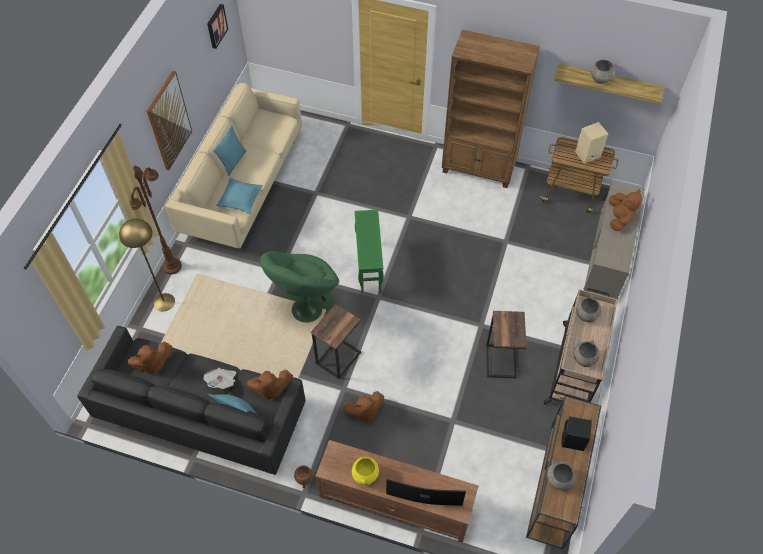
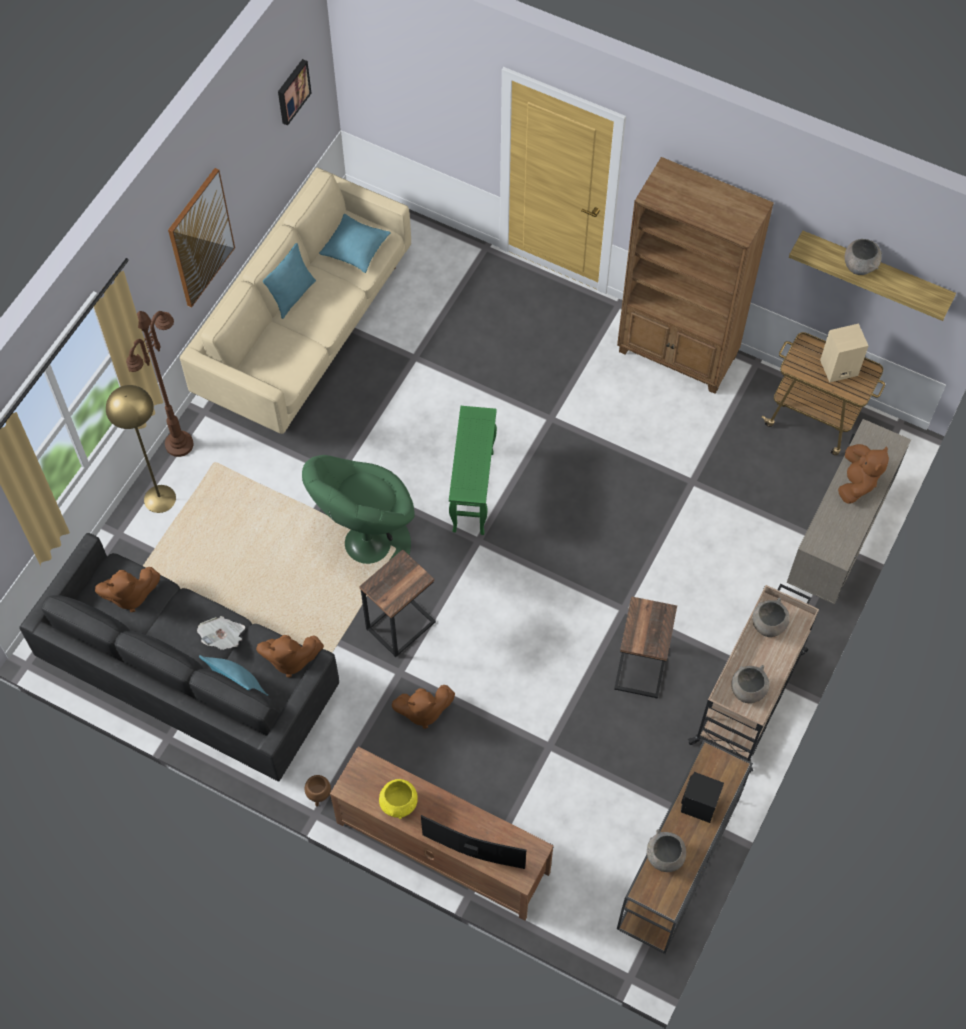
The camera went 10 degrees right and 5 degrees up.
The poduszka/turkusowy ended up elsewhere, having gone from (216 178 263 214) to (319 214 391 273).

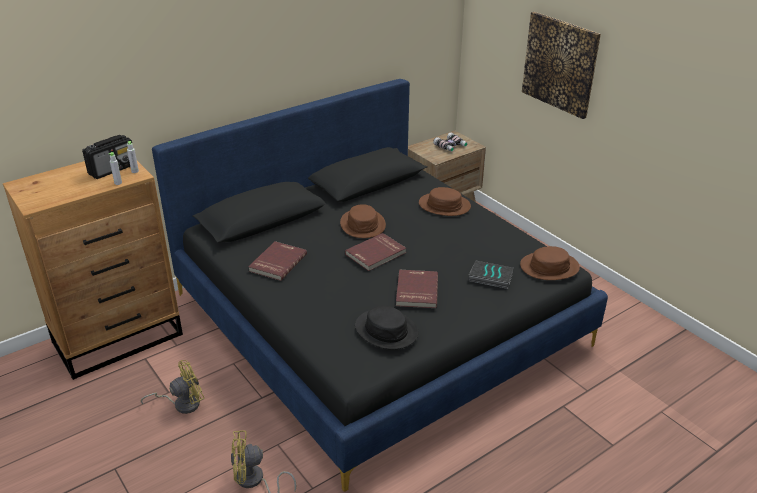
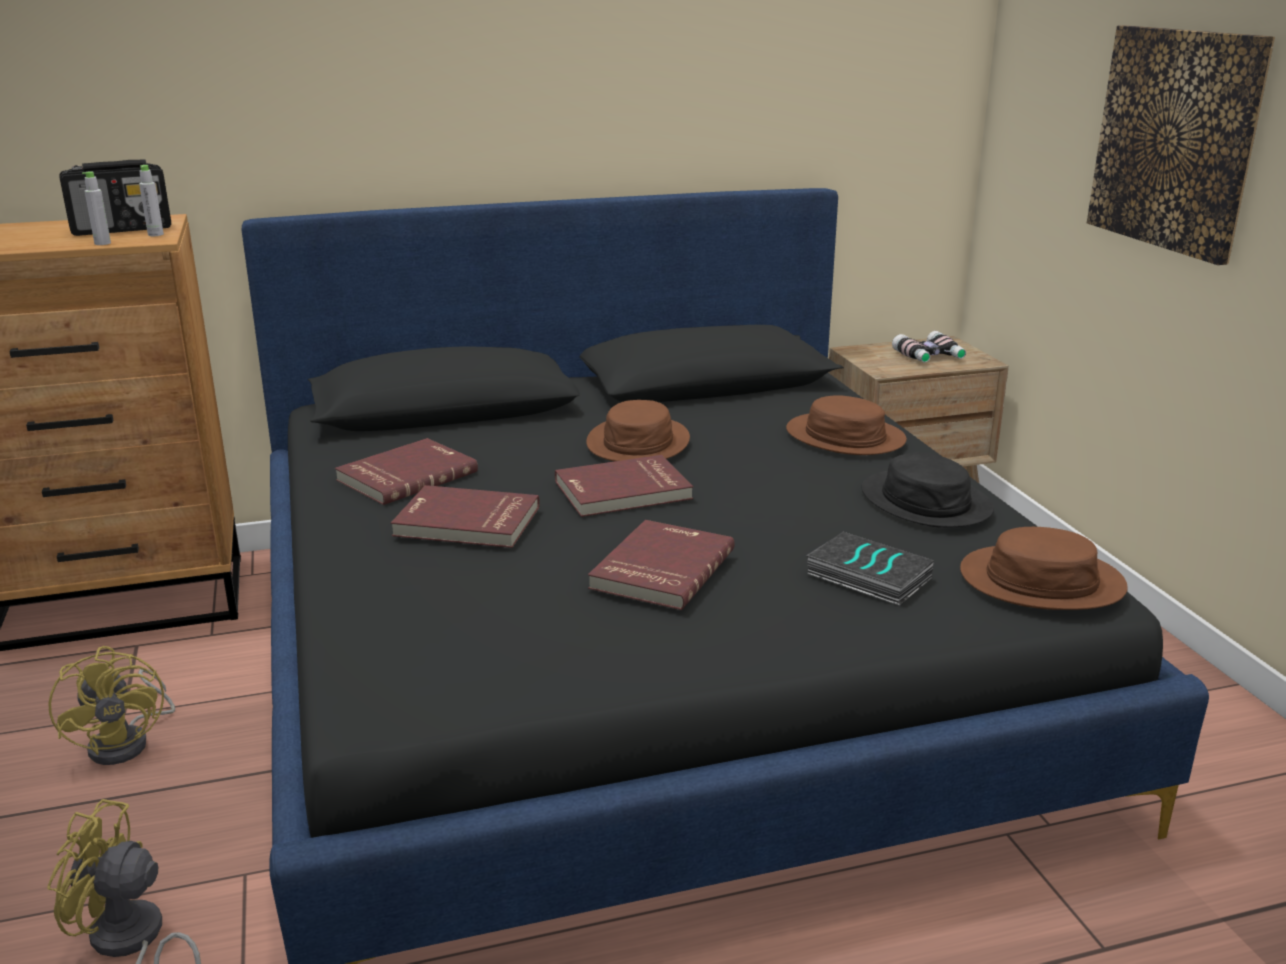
The camera went 20 degrees right and 10 degrees down.
The wentylator/żółty at (141 360 205 414) ended up facing another way, 75 degrees clockwise from before.
The second view gained the książka/czerwony at (391 485 540 548).
The kapelusz/czarny ended up elsewhere, having gone from (355 305 418 349) to (861 452 994 528).

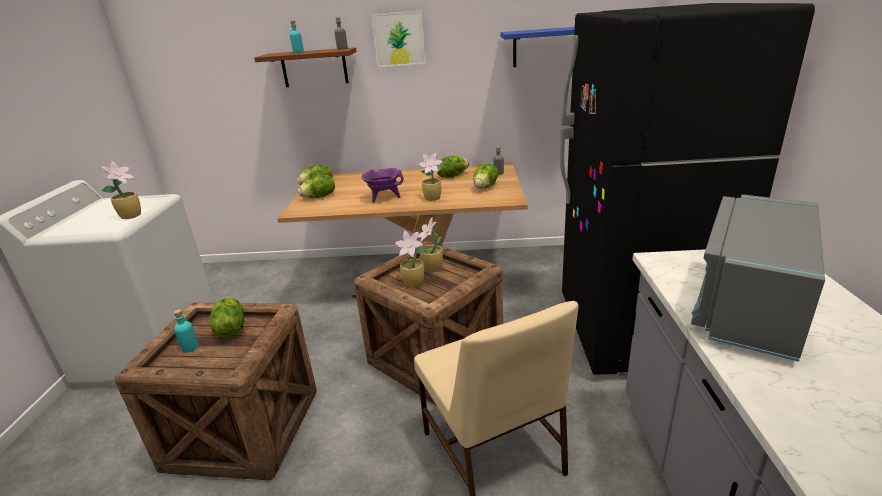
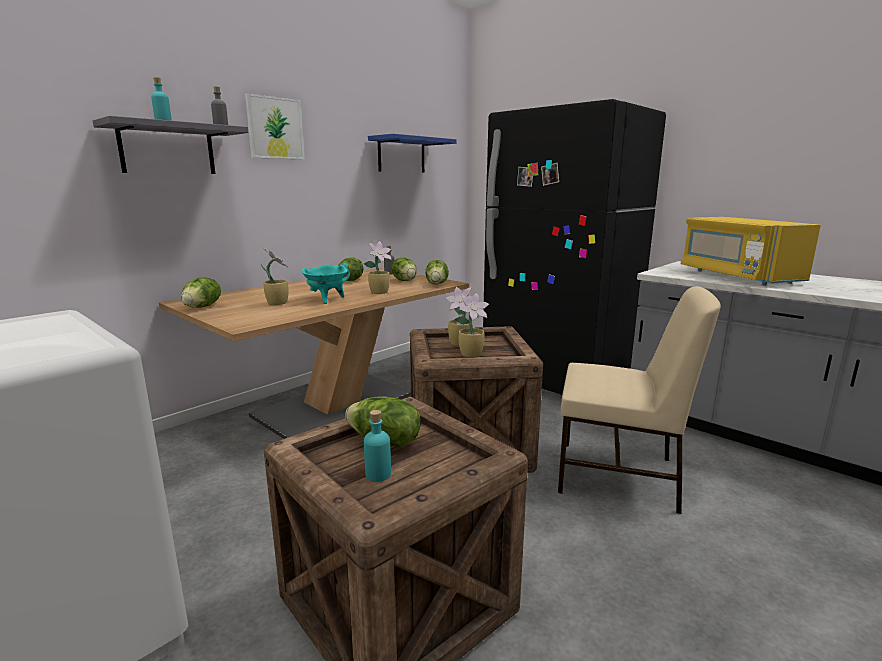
The camera went 50 degrees left and 10 degrees down.
What was the półka/brązowy at (254 47 357 87) turned into the półka/szary at (93 116 248 174).
The roślina doniczkowa ended up elsewhere, having gone from (101 161 141 219) to (260 248 289 305).
What was the garnek/fioletowy at (361 168 404 203) turned into the garnek/turkusowy at (301 263 350 304).
The sałata ended up elsewhere, having gone from (298 174 335 198) to (426 260 449 285).
What was the mikrofalówka/szary at (691 194 825 362) turned into the mikrofalówka/żółty at (681 217 821 286).

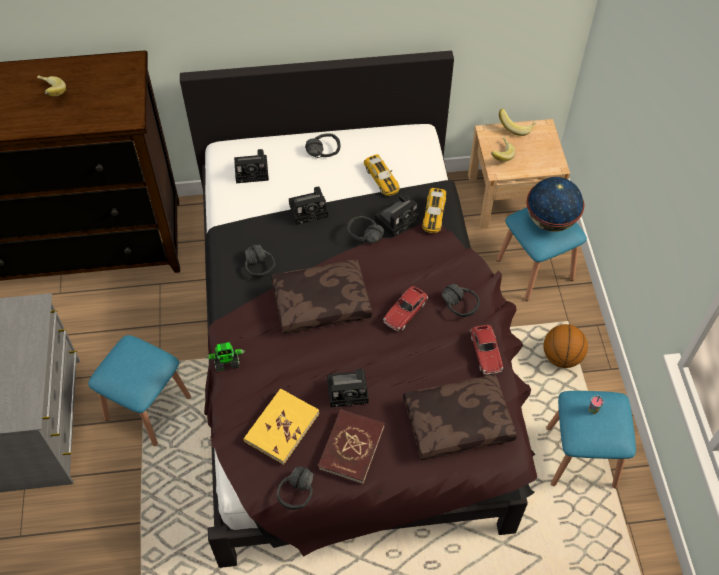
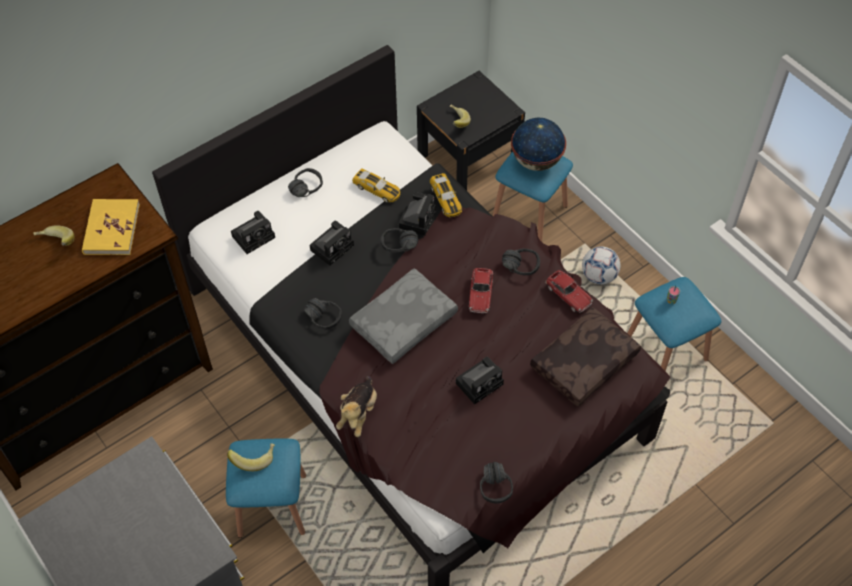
The camera went 30 degrees left and 0 degrees up.
The książka/żółty ended up elsewhere, having gone from (244 388 320 465) to (82 199 140 255).
The banan ended up elsewhere, having gone from (499 109 536 136) to (227 443 275 471).
Where the robot zabawkowy stood at (206 342 245 371), the pluszak came to stand at (336 376 377 437).
What was the poduszka/brązowy at (271 259 372 334) turned into the poduszka/szary at (349 268 458 364).
What was the szafka nocna/beżowy at (468 119 570 229) turned into the szafka nocna/czarny at (417 71 525 191).
Where the piłka do koszykówki stood at (543 324 588 368), the piłka futbolowa came to stand at (582 246 620 285).
The second view lost the książka/czerwony at (317 409 385 484).

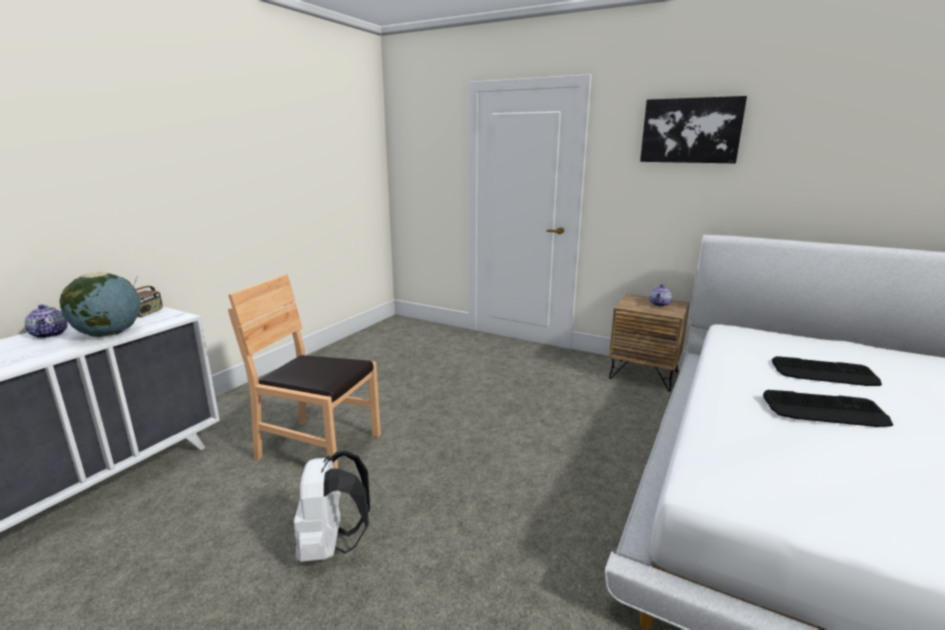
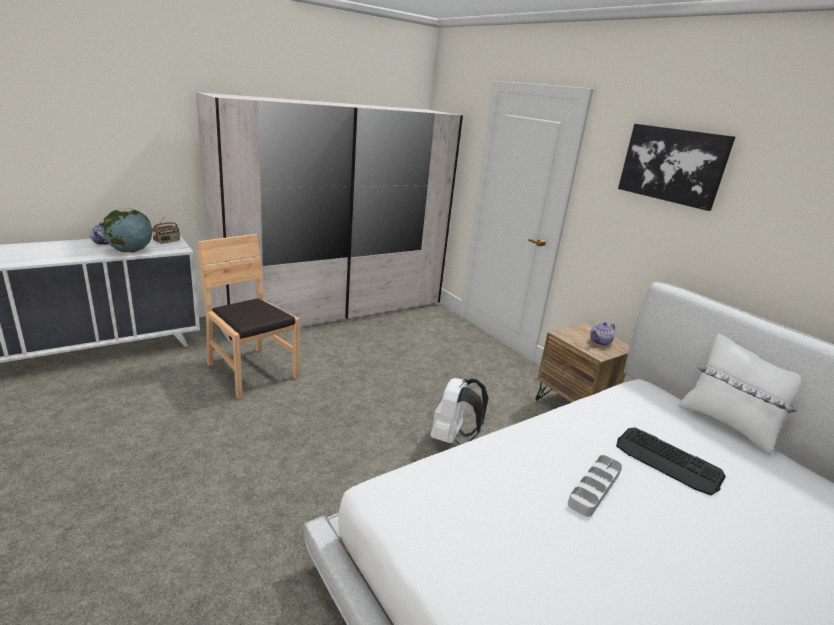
The camera went 25 degrees right and 5 degrees up.
The second view gained the szafa/biały at (196 92 463 342).
The plecak/biały ended up elsewhere, having gone from (293 450 370 562) to (430 378 488 445).
Where the klawiatura stood at (763 390 893 427), the taca/szary came to stand at (568 455 622 517).
The second view gained the poduszka/biały at (678 334 801 455).

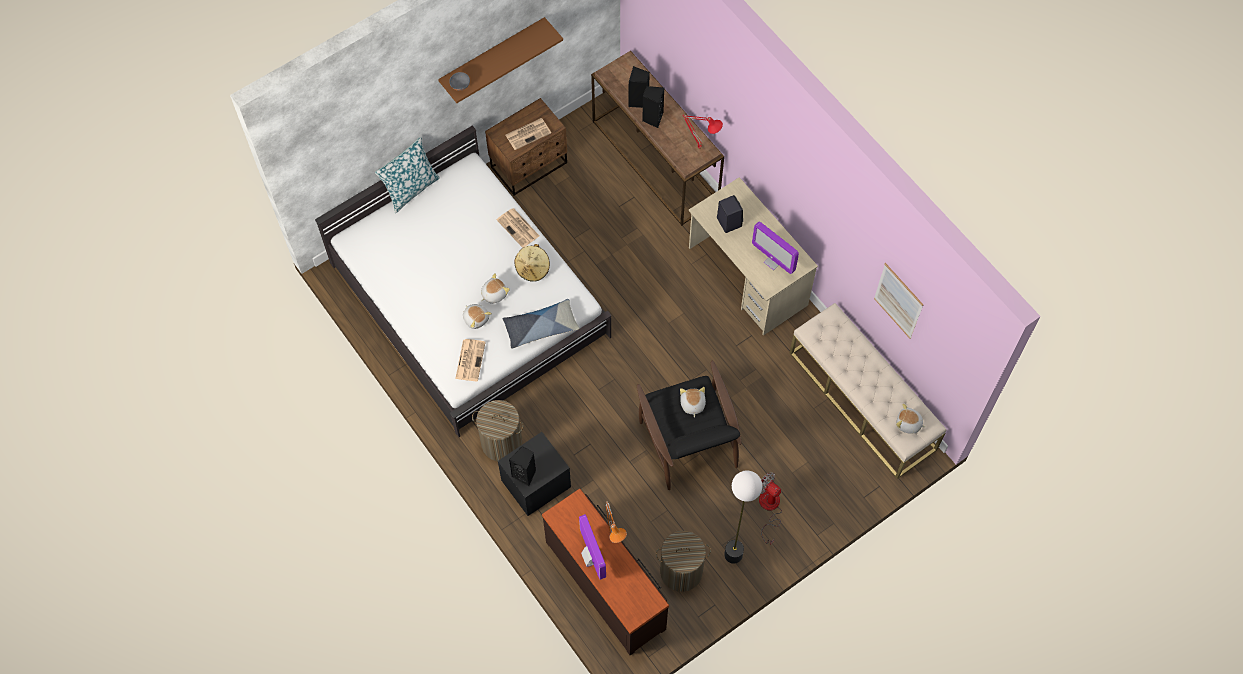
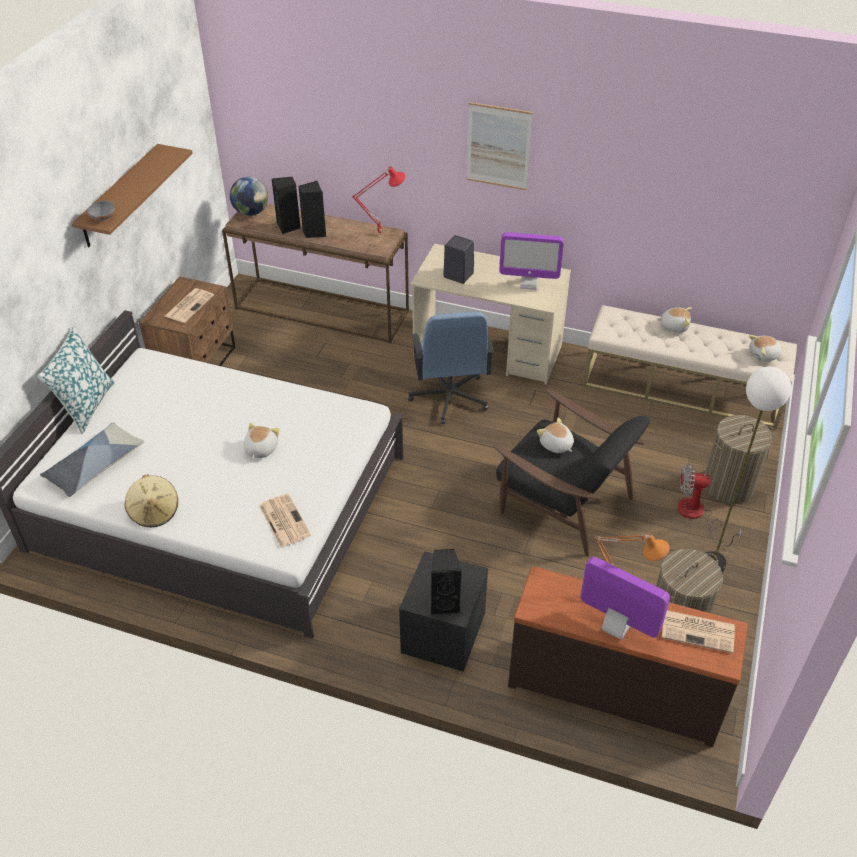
The camera went 35 degrees left and 20 degrees down.
The poduszka ended up elsewhere, having gone from (503 299 579 349) to (40 422 144 497).
The kapelusz/beżowy ended up elsewhere, having gone from (515 244 550 282) to (125 474 178 527).
The second view gained the globus at (230 177 268 216).
The second view gained the krzesło biurowe/niebieski at (408 312 494 425).
The obraz ended up elsewhere, having gone from (874 263 923 339) to (467 102 533 190).
The pluszak ended up elsewhere, having gone from (463 304 492 329) to (657 307 692 333).
The gazeta ended up elsewhere, having gone from (496 208 539 248) to (662 610 735 653).
The kosz na pranie ended up elsewhere, having gone from (472 400 524 461) to (705 415 774 504).

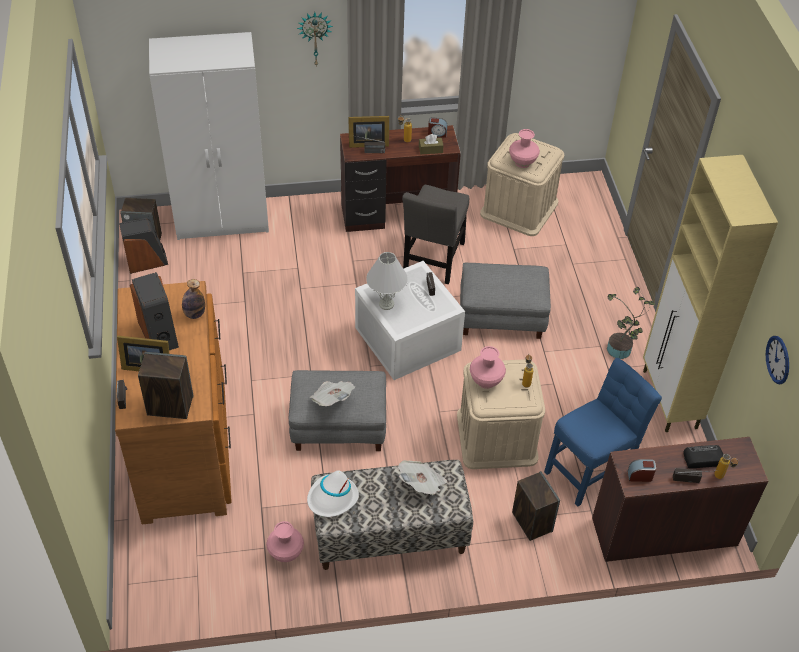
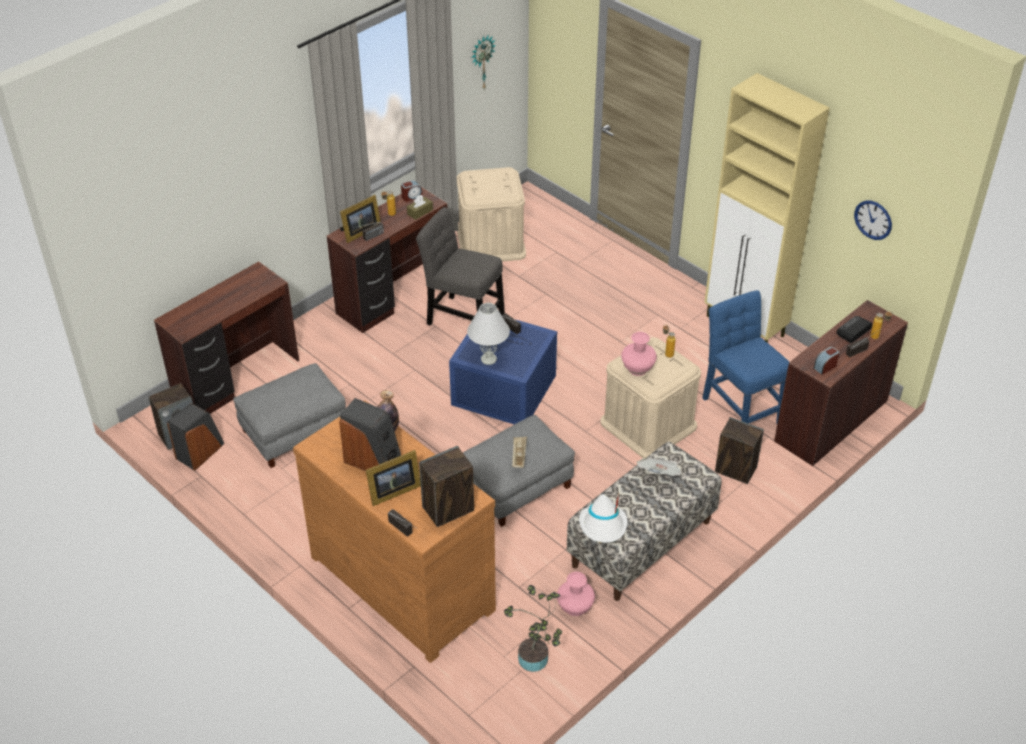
The camera went 35 degrees left and 5 degrees down.
Where the szafa/biały stood at (149 32 269 240), the biurko/brązowy came to stand at (154 261 299 414).
The pufa/szary ended up elsewhere, having gone from (460 263 551 339) to (233 363 346 468).
The krzesło/szary at (402 185 469 284) ended up facing another way, 135 degrees clockwise from before.
What was the pojemnik do przechowywania/biały at (355 261 465 380) turned into the pojemnik do przechowywania/niebieski at (449 320 557 424).
The zegar ścienny ended up elsewhere, having gone from (297 12 333 67) to (471 36 496 89).
The roślina doniczkowa ended up elsewhere, having gone from (607 287 656 359) to (504 585 562 672).
Where the gazeta stood at (310 381 355 406), the taca/beżowy came to stand at (512 436 527 468).
The krzesło/niebieski at (544 358 662 507) ended up facing another way, 45 degrees counterclockwise from before.
The second view lost the wazon/różowy at (509 129 540 168).

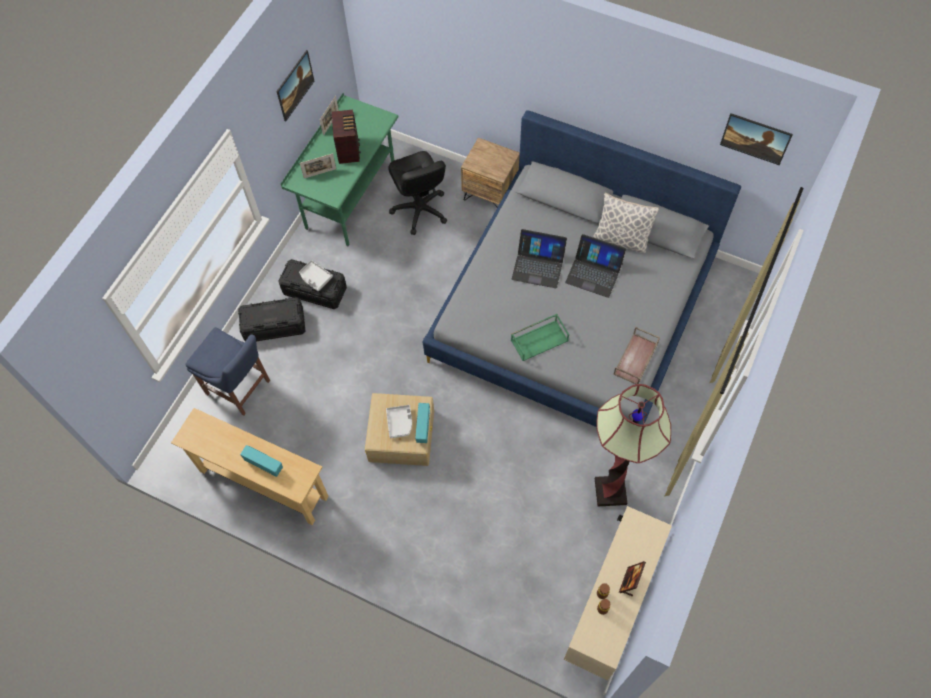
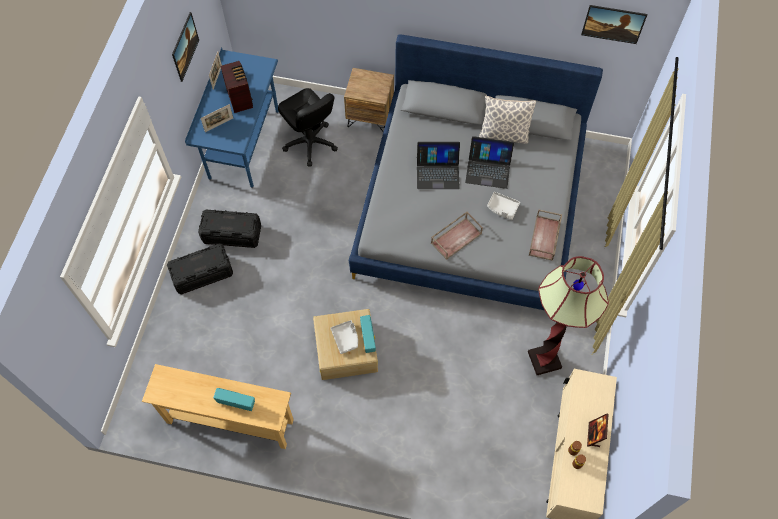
The camera went 15 degrees left and 0 degrees up.
What was the biurko/zielony at (281 92 399 246) turned into the biurko/niebieski at (185 47 279 188).
What was the taca/zielony at (511 314 569 361) turned into the taca/brązowy at (431 211 483 260).
The taca/szary ended up elsewhere, having gone from (299 260 333 291) to (487 192 520 220).
The second view lost the krzesło/niebieski at (186 327 270 416).

